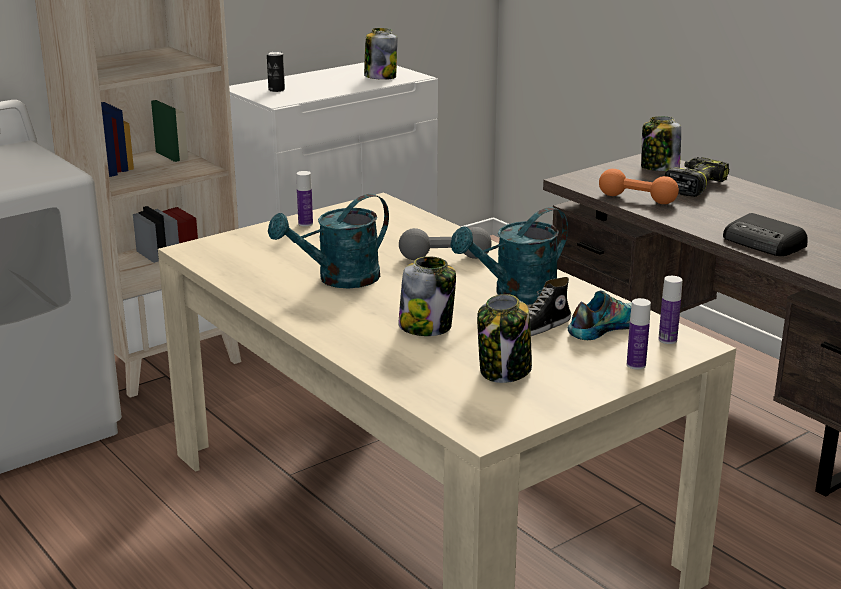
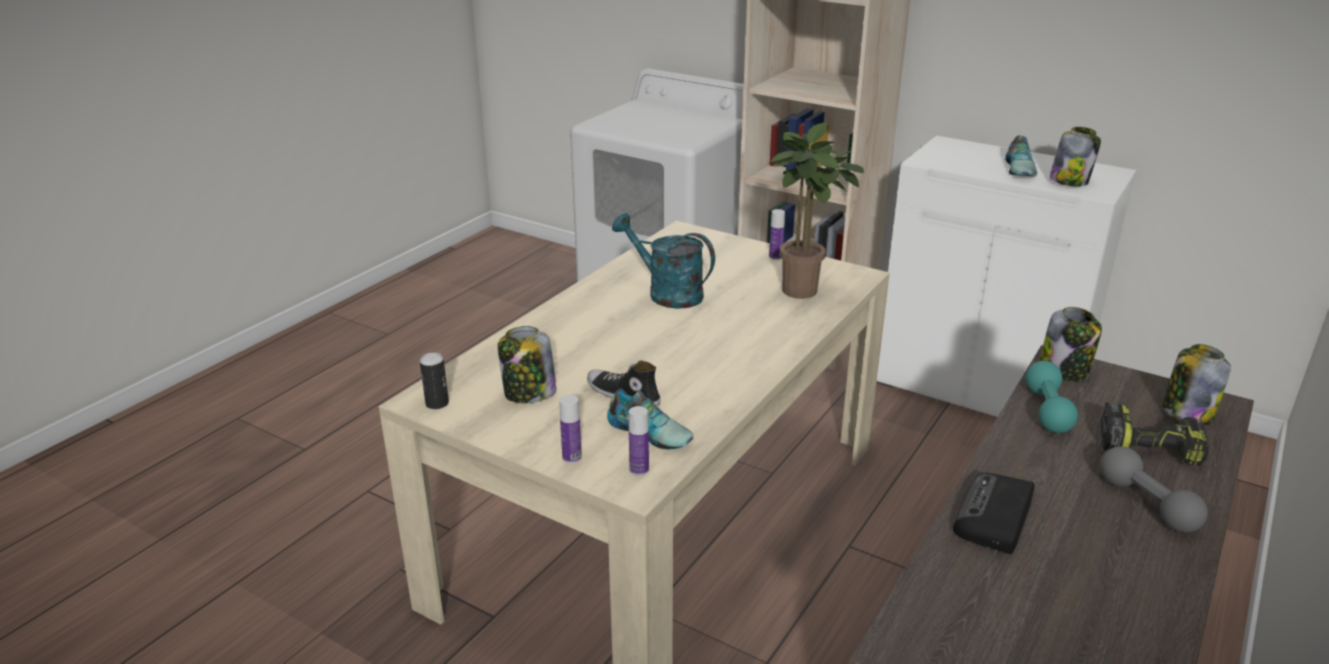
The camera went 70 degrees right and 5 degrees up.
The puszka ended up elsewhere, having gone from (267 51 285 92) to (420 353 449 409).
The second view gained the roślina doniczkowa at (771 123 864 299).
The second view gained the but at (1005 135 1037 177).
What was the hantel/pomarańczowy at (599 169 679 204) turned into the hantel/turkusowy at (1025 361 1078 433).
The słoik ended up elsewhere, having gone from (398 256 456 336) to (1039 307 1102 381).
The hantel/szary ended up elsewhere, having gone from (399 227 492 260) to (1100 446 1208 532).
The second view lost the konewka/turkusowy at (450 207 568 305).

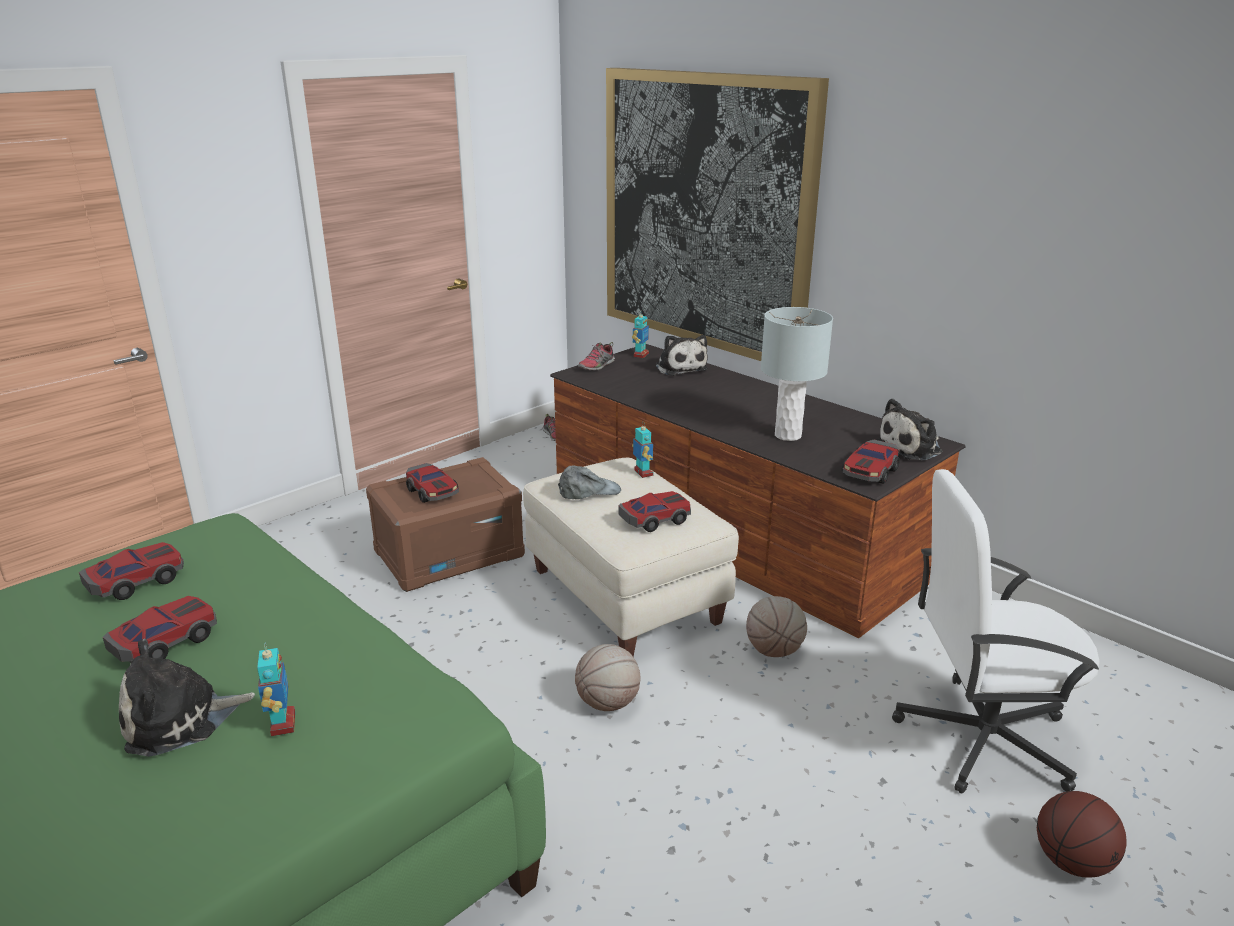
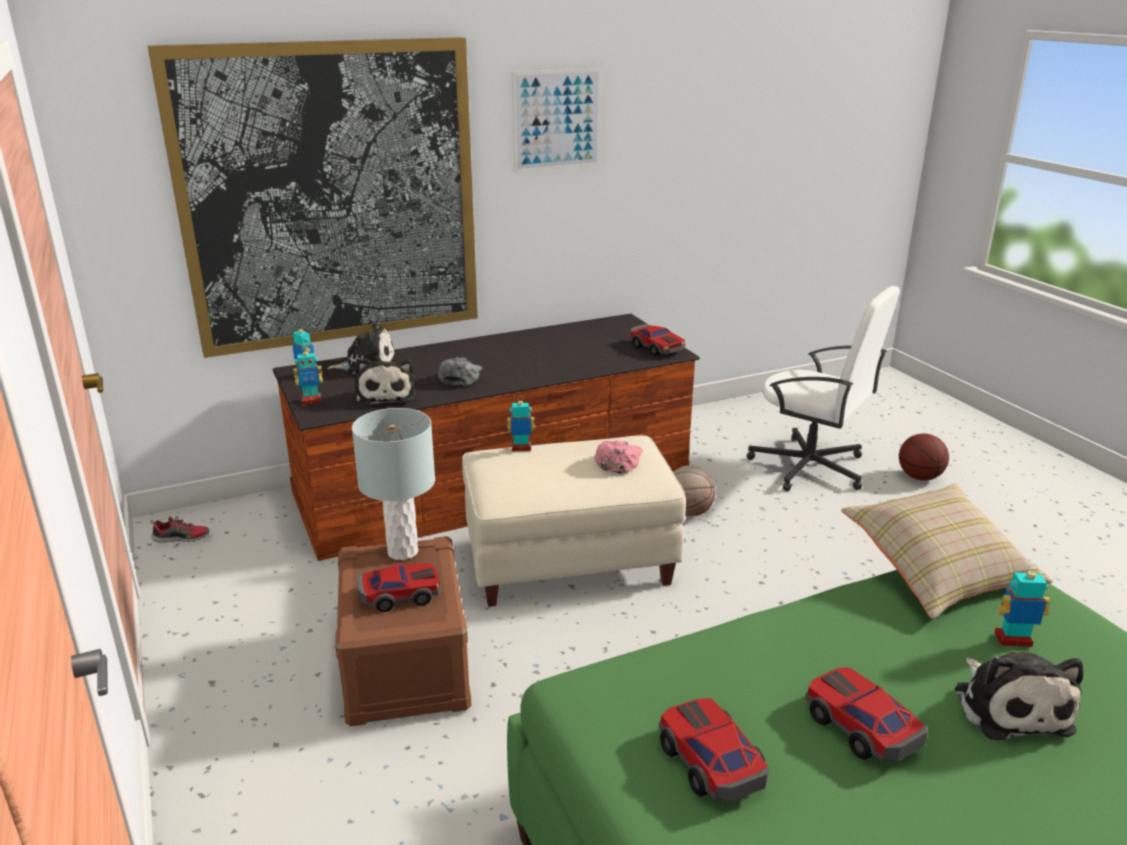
The camera went 70 degrees left and 0 degrees up.
Where the but stood at (578 342 615 371), the robot zabawkowy came to stand at (293 346 323 405).
The lampa stołowa/szary ended up elsewhere, having gone from (761 307 833 441) to (352 408 435 560).
The pluszak ended up elsewhere, having gone from (876 398 942 461) to (355 358 415 406).
The czapka z daszkiem/szary ended up elsewhere, having gone from (558 465 621 499) to (438 357 482 387).
The second view gained the obraz at (512 68 601 172).
Where the samochodzik stood at (619 491 691 532), the czapka z daszkiem/różowy came to stand at (594 440 643 474).
The krzesło biurowe/biały at (892 469 1099 793) ended up facing another way, 75 degrees counterclockwise from before.
The second view gained the poduszka/beżowy at (841 483 1053 619).
The second view lost the piłka do koszykówki at (575 644 641 711).

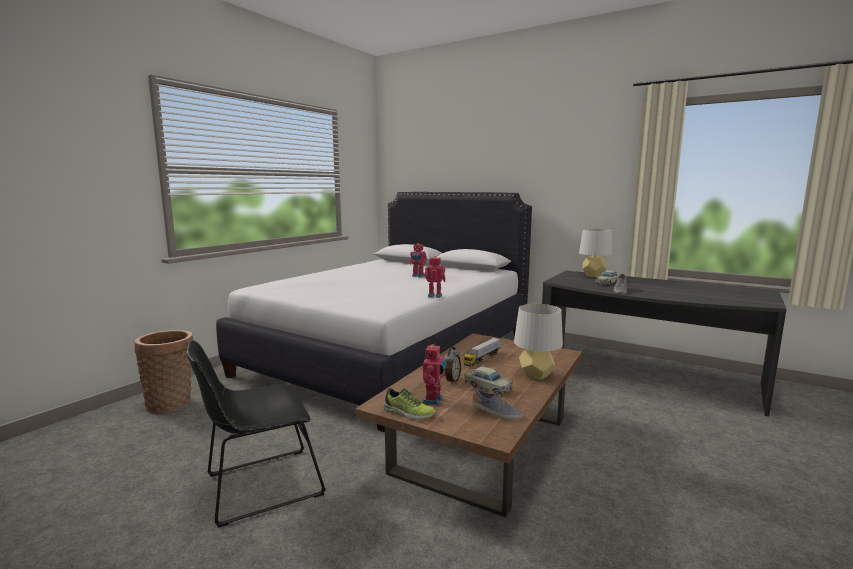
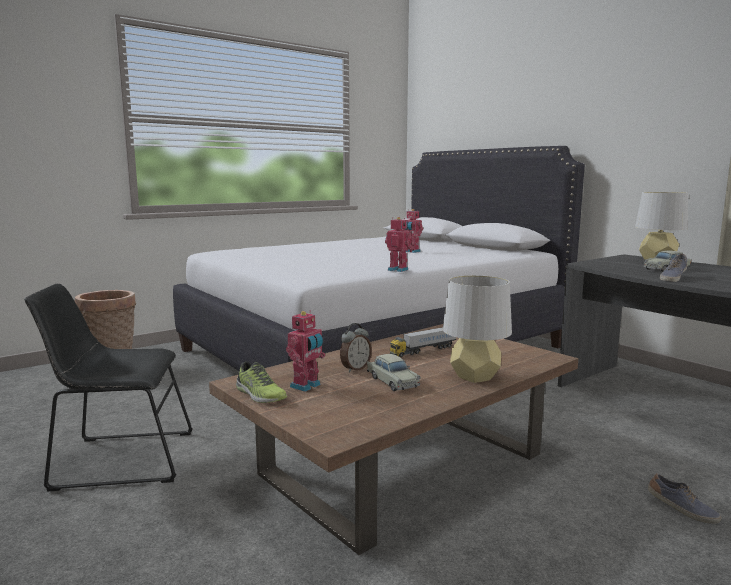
The camera went 20 degrees right and 0 degrees up.
The but ended up elsewhere, having gone from (472 389 523 420) to (648 473 722 524).

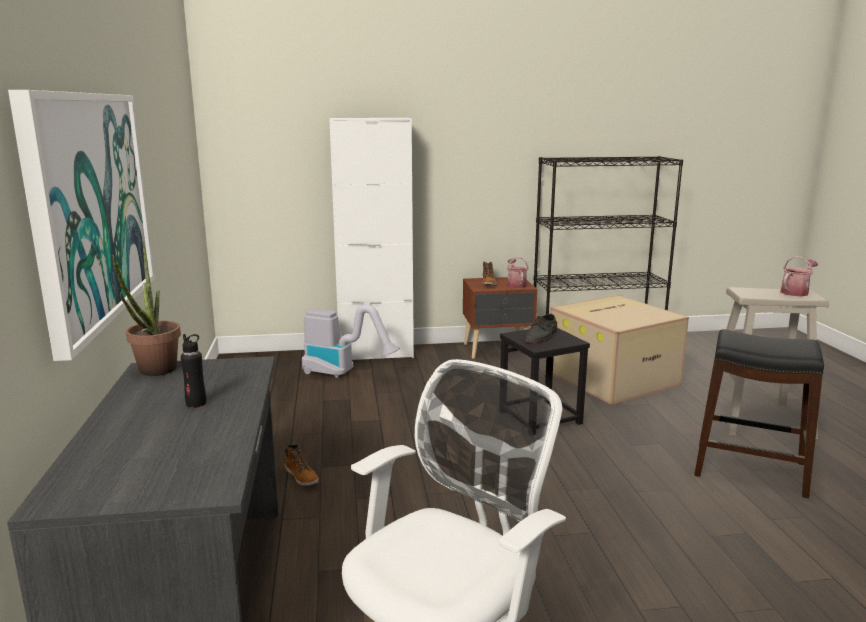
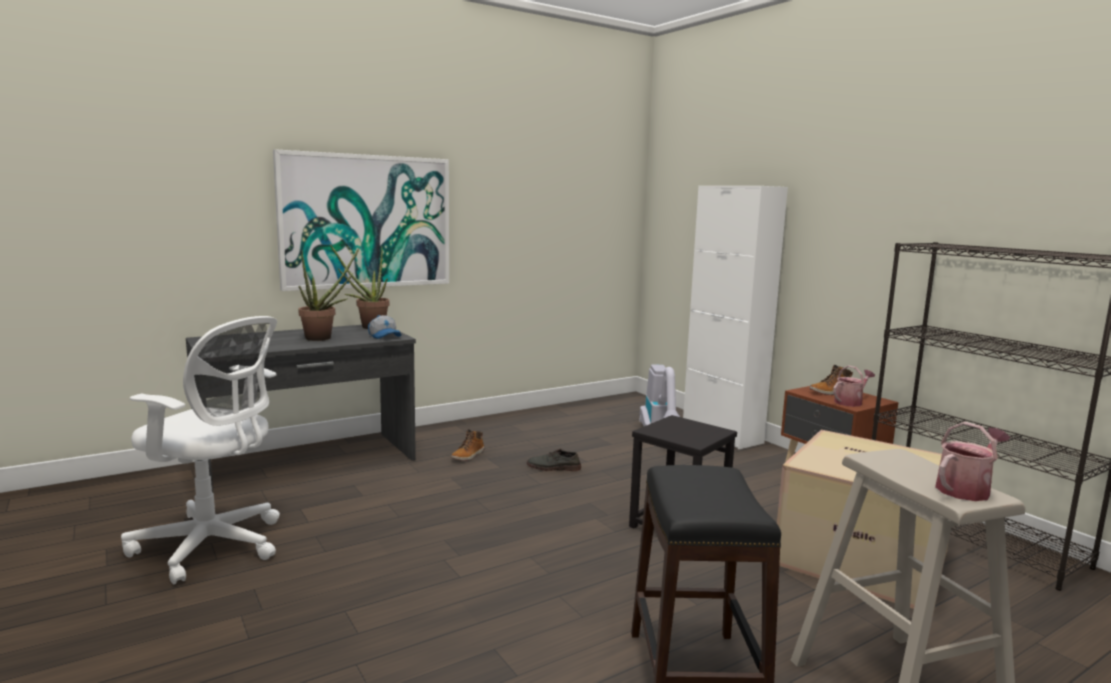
The camera went 65 degrees right and 5 degrees down.
Where the butelka/czarny stood at (181 334 206 408), the roślina doniczkowa came to stand at (298 248 359 341).
The second view gained the czapka z daszkiem at (368 315 402 339).
The but/szary ended up elsewhere, having gone from (524 314 557 343) to (527 449 581 471).
The konewka at (780 256 818 296) ended up facing another way, 60 degrees counterclockwise from before.

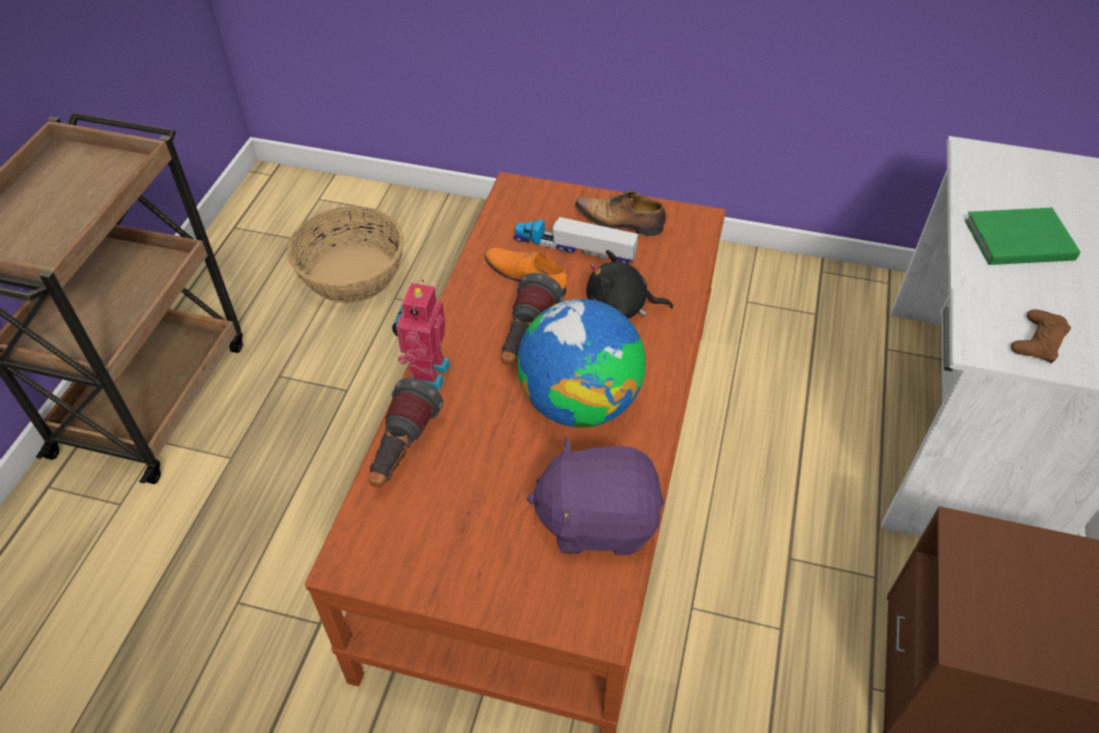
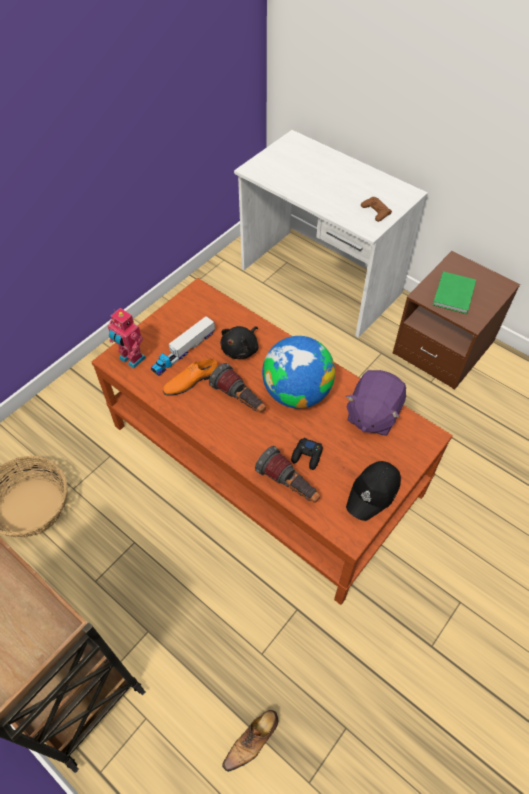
The camera went 65 degrees left and 5 degrees up.
The robot zabawkowy ended up elsewhere, having gone from (392 279 450 390) to (108 308 146 369).
The but ended up elsewhere, having gone from (575 191 666 236) to (222 710 278 772).
The second view gained the pad do gier/czarny at (291 438 323 470).
The second view gained the czapka z daszkiem/czarny at (346 461 401 521).
The książka/zielony ended up elsewhere, having gone from (965 208 1080 265) to (433 272 476 314).

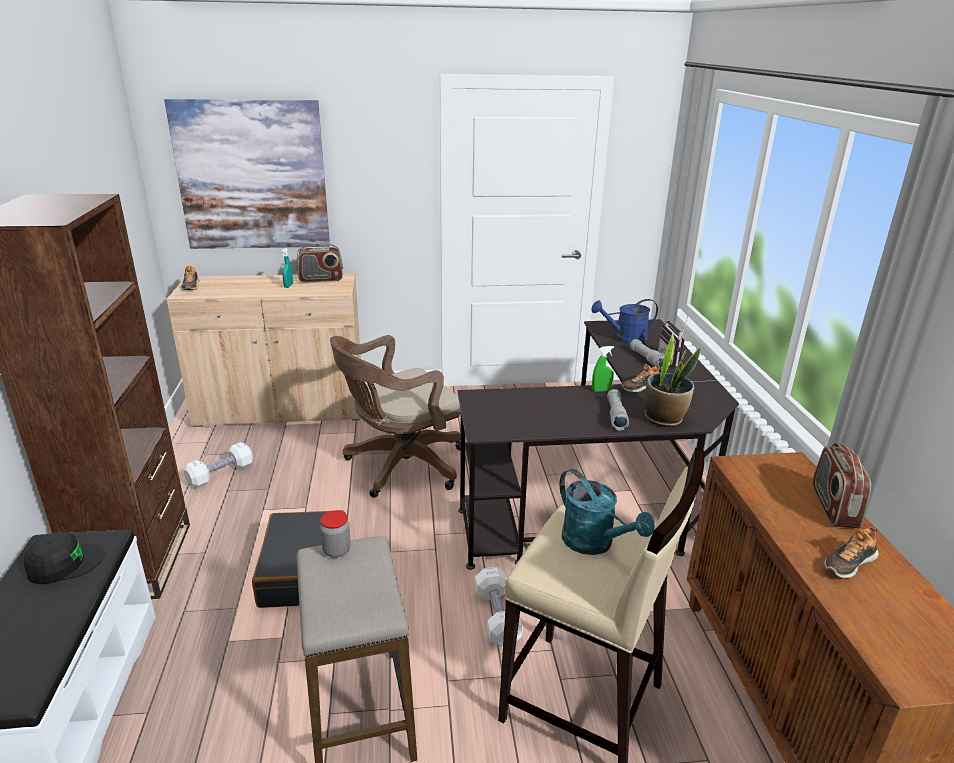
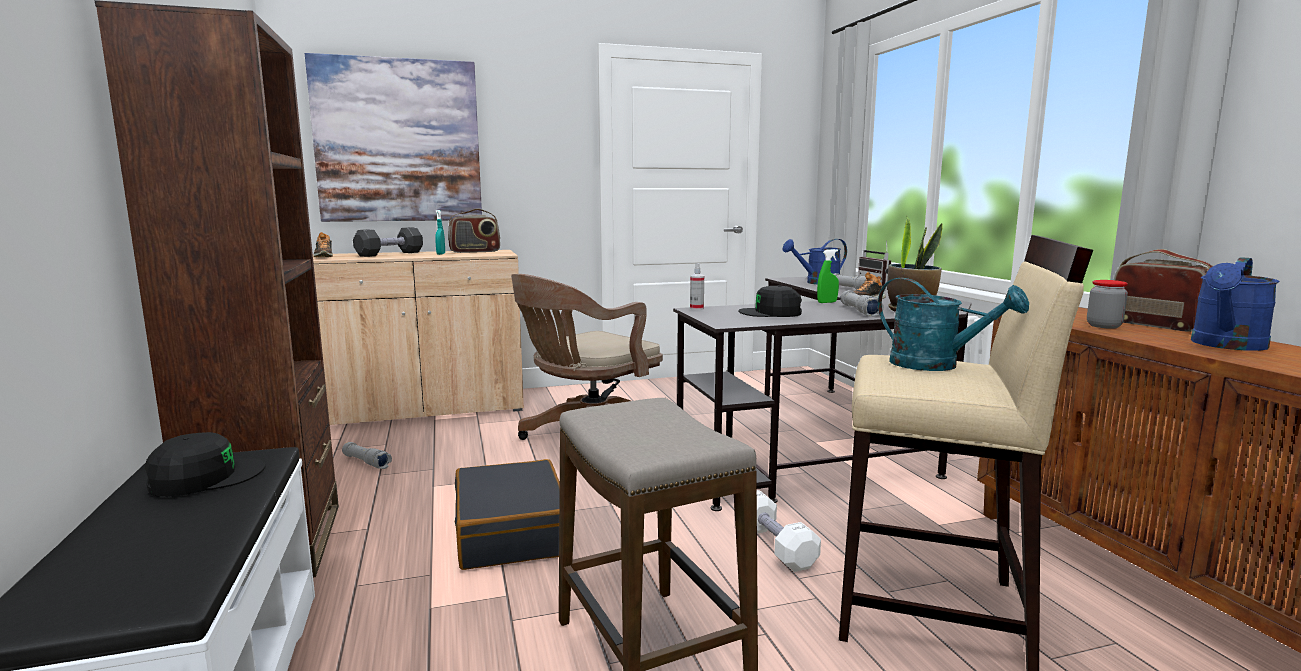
The camera went 10 degrees left and 15 degrees down.
Where the hantel/biały stood at (184 442 253 489), the latarka/szary came to stand at (342 442 392 469).
The second view gained the hantel/czarny at (353 228 423 257).
The second view gained the spryskiwacz at (690 263 704 310).
The second view gained the czapka z daszkiem/czarny at (738 285 802 317).
The słoik ended up elsewhere, having gone from (320 510 351 558) to (1087 280 1128 329).
The radio at (813 443 871 528) ended up facing another way, 150 degrees clockwise from before.
Where the but stood at (824 527 879 578), the konewka/niebieski came to stand at (1191 257 1279 351).

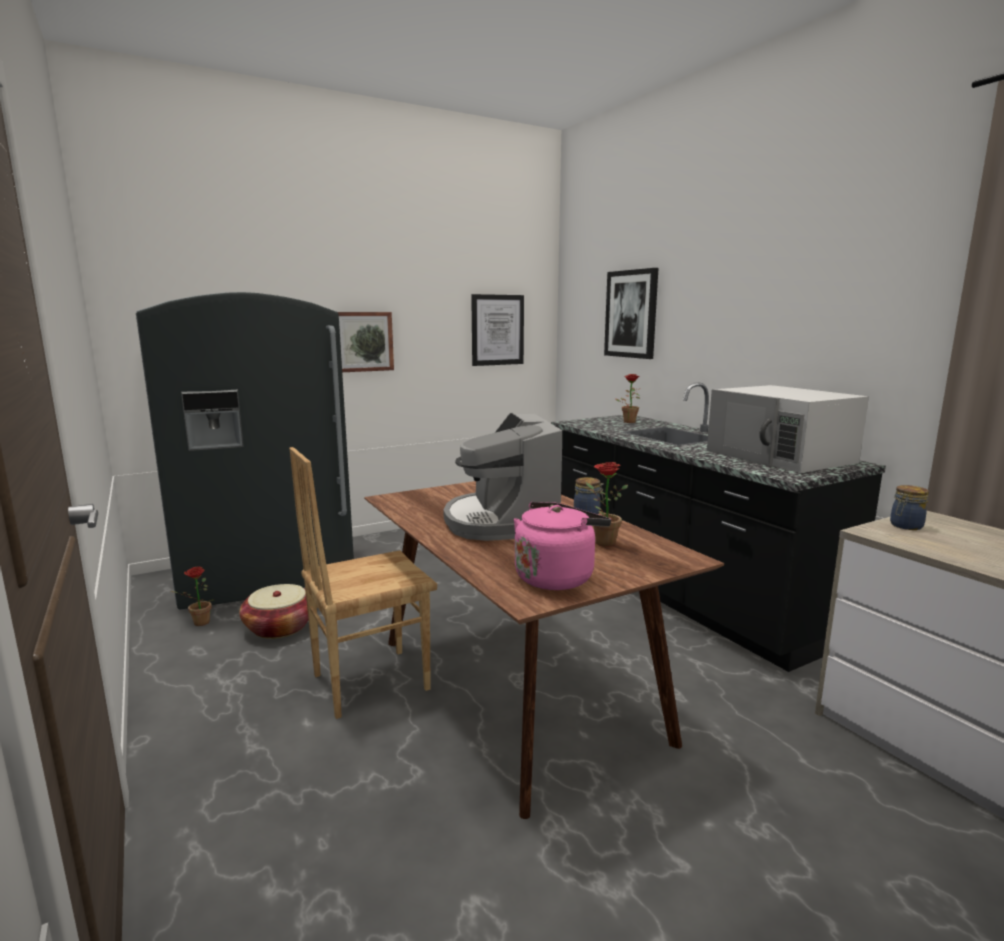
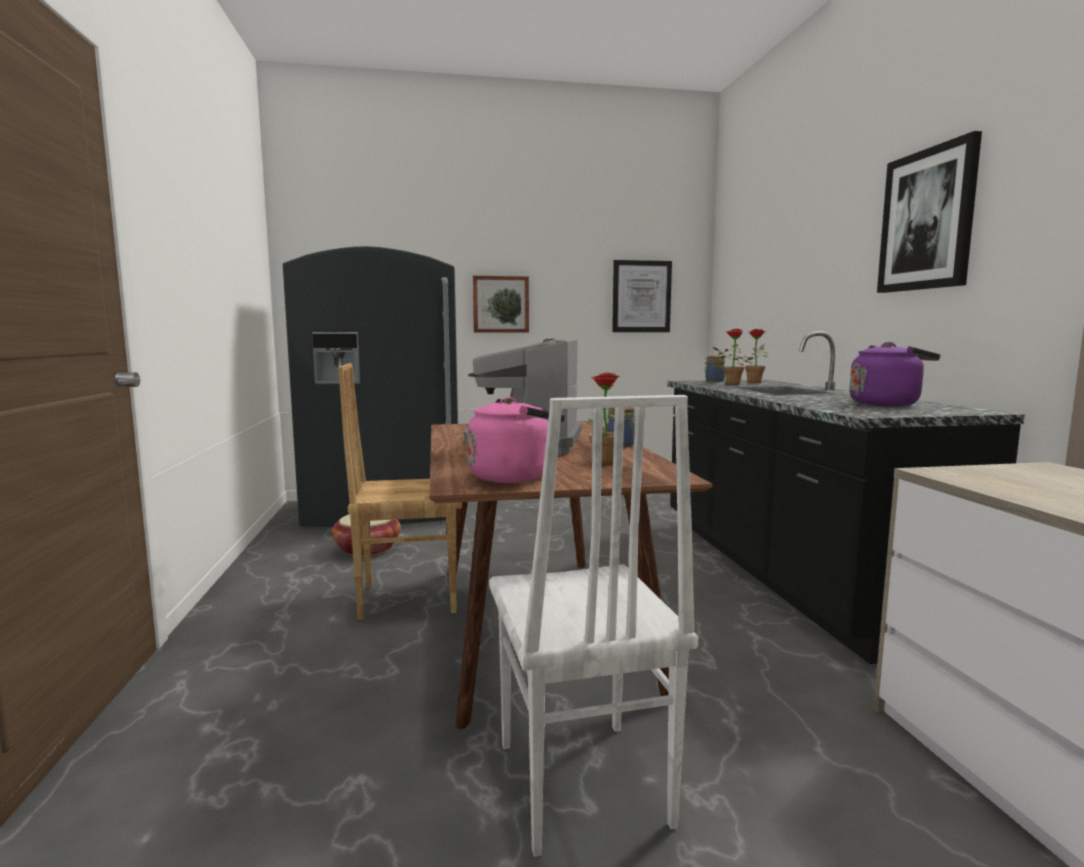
The camera went 20 degrees right and 5 degrees down.
The second view gained the krzesło/biały at (489 395 698 857).
The słoik ended up elsewhere, having gone from (890 485 929 530) to (704 355 725 382).
The roślina doniczkowa ended up elsewhere, having gone from (171 567 215 626) to (713 329 754 385).
Where the mikrofalówka/biały stood at (707 385 869 473), the czajnik/fioletowy came to stand at (849 342 940 406).
The obraz ended up elsewhere, having gone from (604 268 658 359) to (877 131 982 293).

